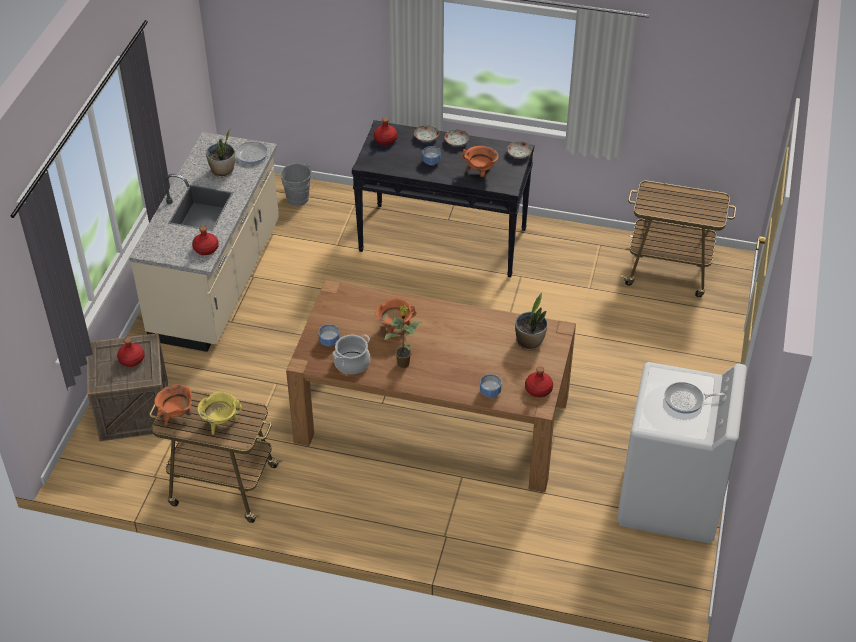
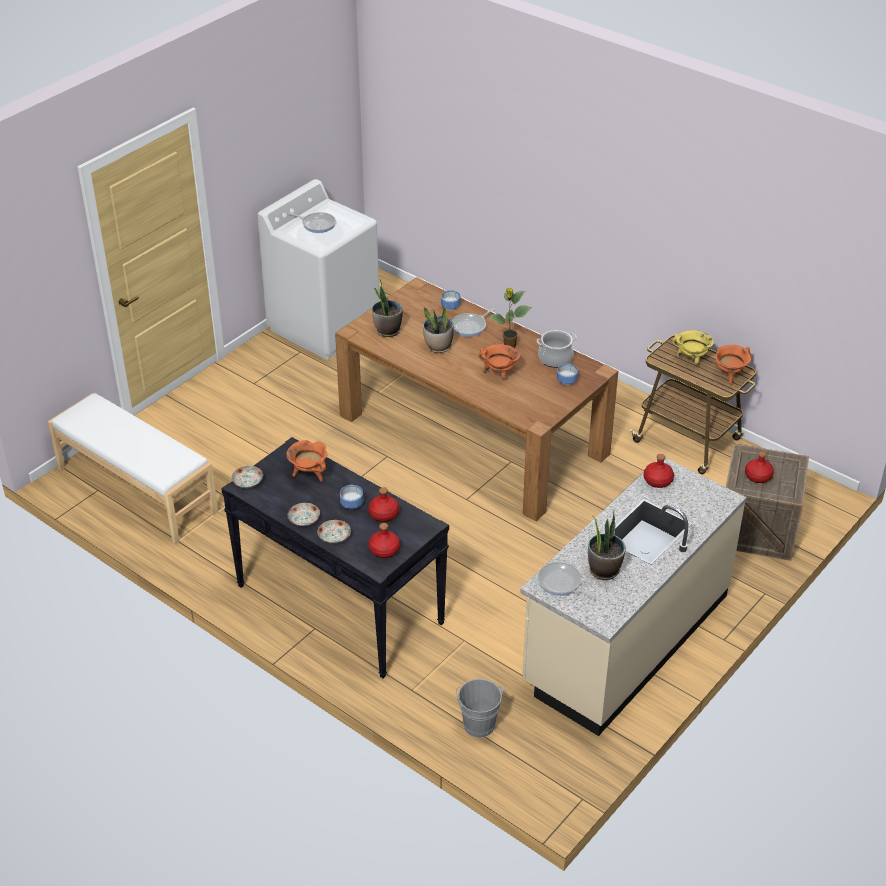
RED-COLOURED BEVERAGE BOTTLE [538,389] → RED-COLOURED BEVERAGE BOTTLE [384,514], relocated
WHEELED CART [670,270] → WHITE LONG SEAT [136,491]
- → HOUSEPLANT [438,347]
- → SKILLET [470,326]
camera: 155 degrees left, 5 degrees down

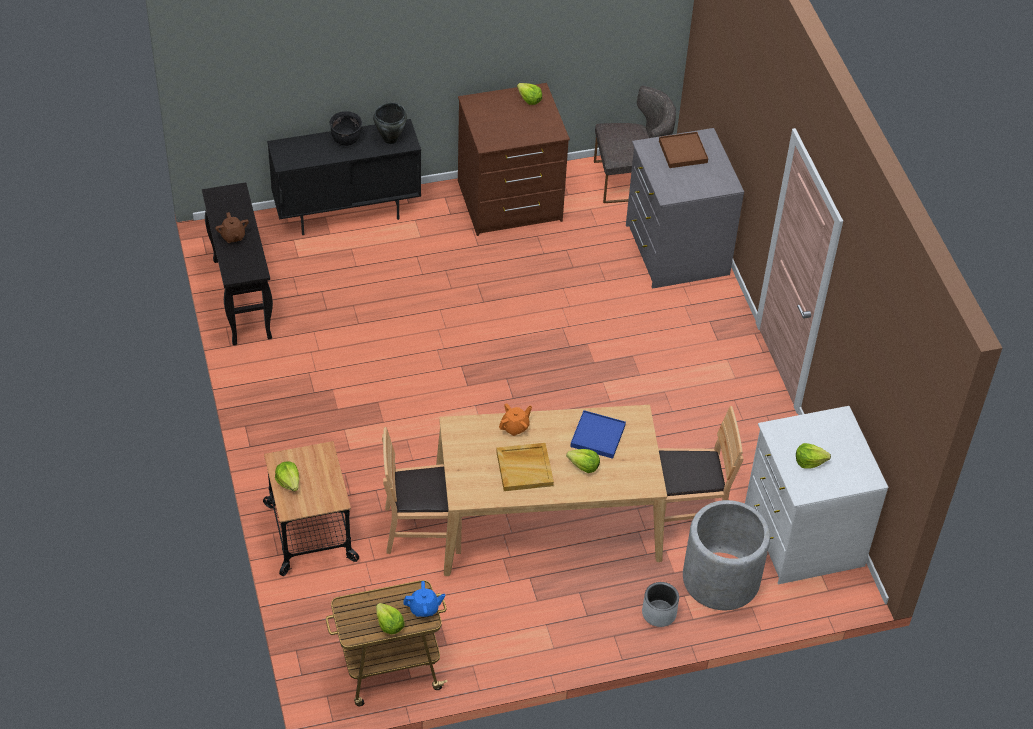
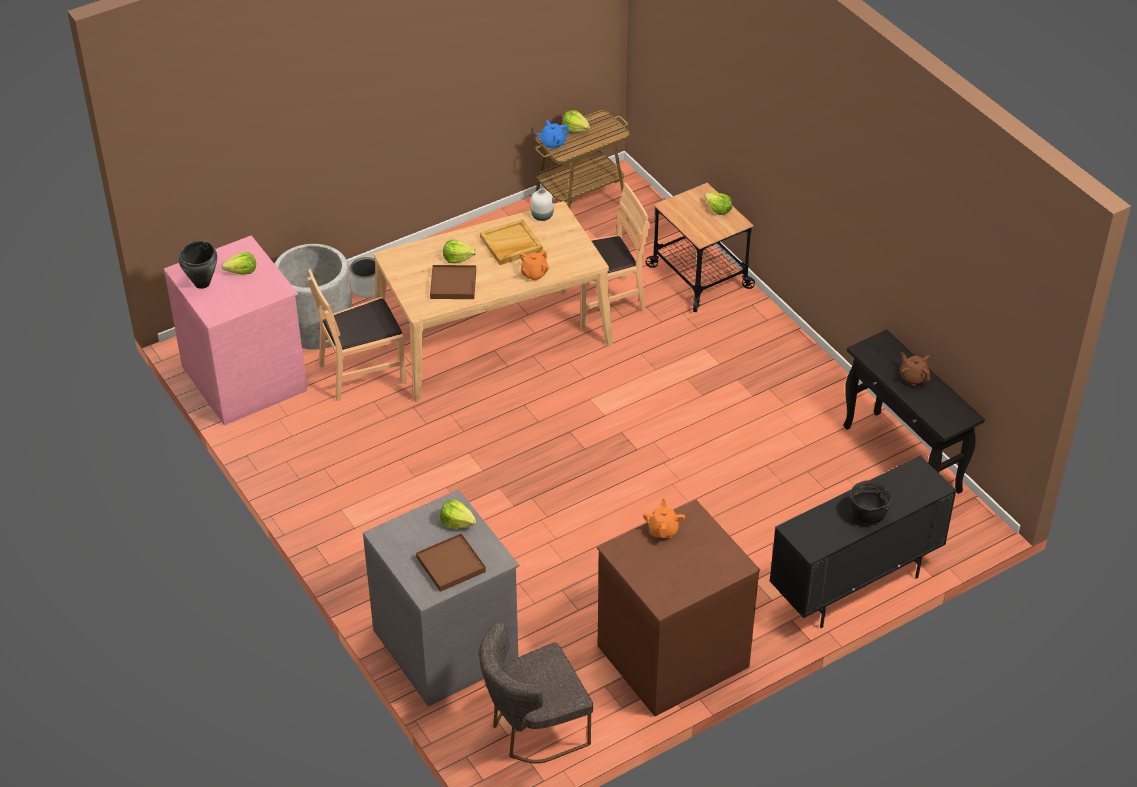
BLACK-COLOURED COOKING POT [390,139] → BLACK-COLOURED COOKING POT [202,283], relocated
LETTUCE HEAD [529,99] → LETTUCE HEAD [457,521], relocated
BLUE-COLOURED TRAY [598,436] → BROWNISH TRAY [453,284]
WHITE DRESSER [802,535] → PINK-COLOURED DRESSER [246,377]
- → WHITE DECORATIVE VASE [542,215]
- → ORANGE TEA POT [663,530]
camera: 165 degrees right, 5 degrees down

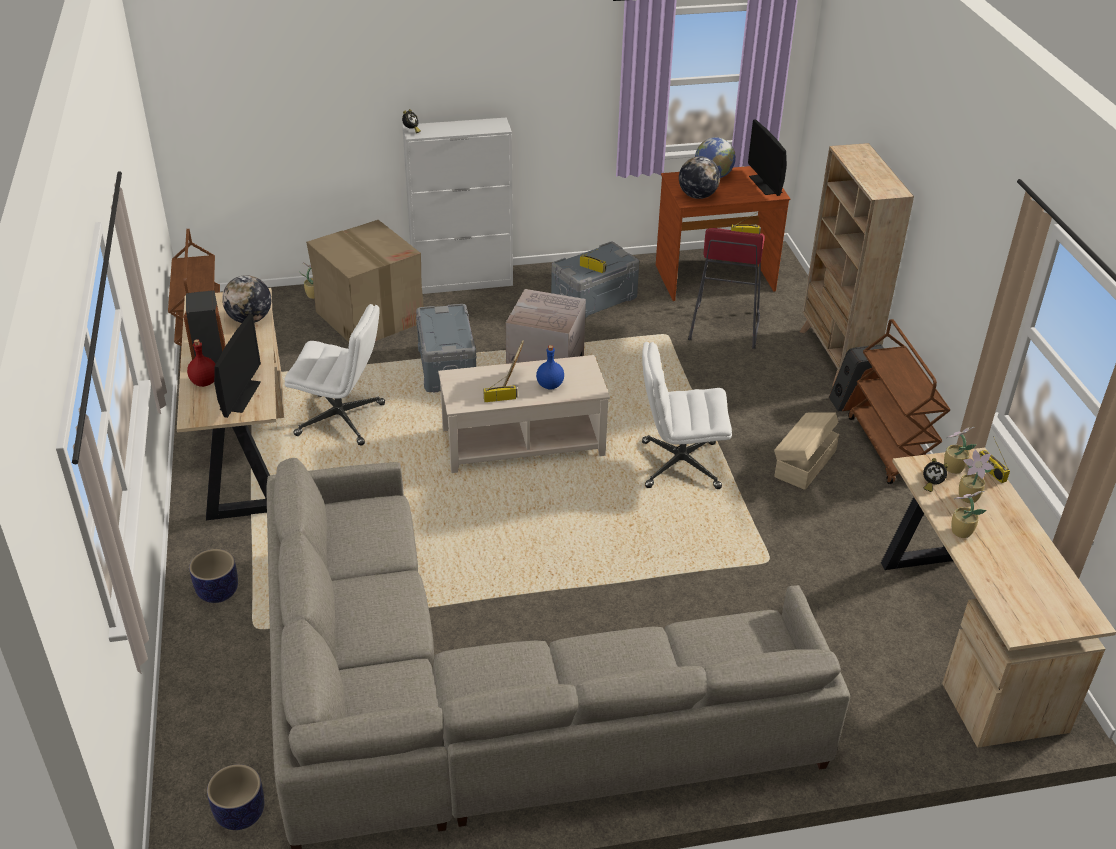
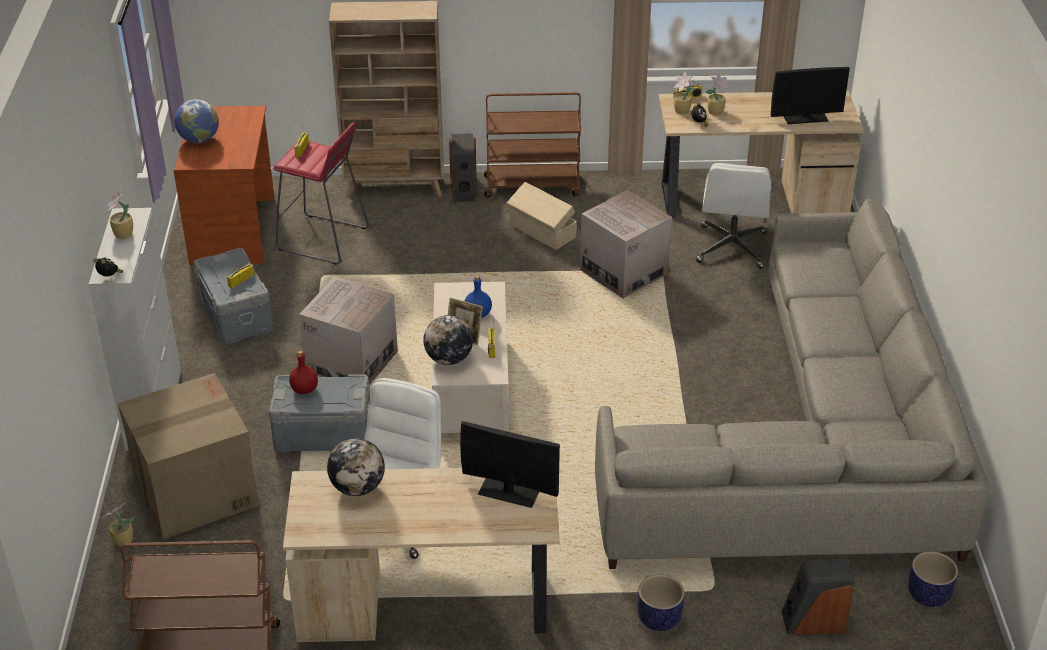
LOUDSPEAKER [210,352] → LOUDSPEAKER [813,621], relocated
RED-COLOURED BEVERAGE BOTTLE [204,382] → RED-COLOURED BEVERAGE BOTTLE [304,390], relocated
WHITE OFFICE CHAIR [679,465] → WHITE OFFICE CHAIR [731,248], relocated
WORLD GLOBE [697,196] → WORLD GLOBE [449,359], relocated
COMPUTER SCREEN [765,184] → COMPUTER SCREEN [805,118], relocated
HOUSEPLANT [960,532] → HOUSEPLANT [123,235], relocated
- → CARDBOARD BOX [623,272]
camera: 80 degrees left, 0 degrees up

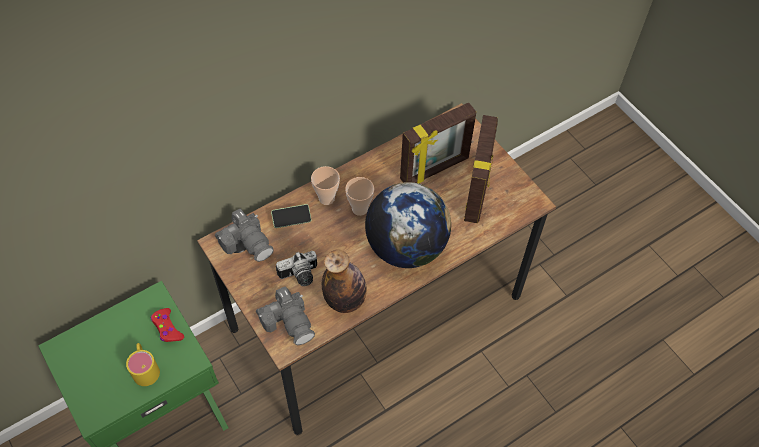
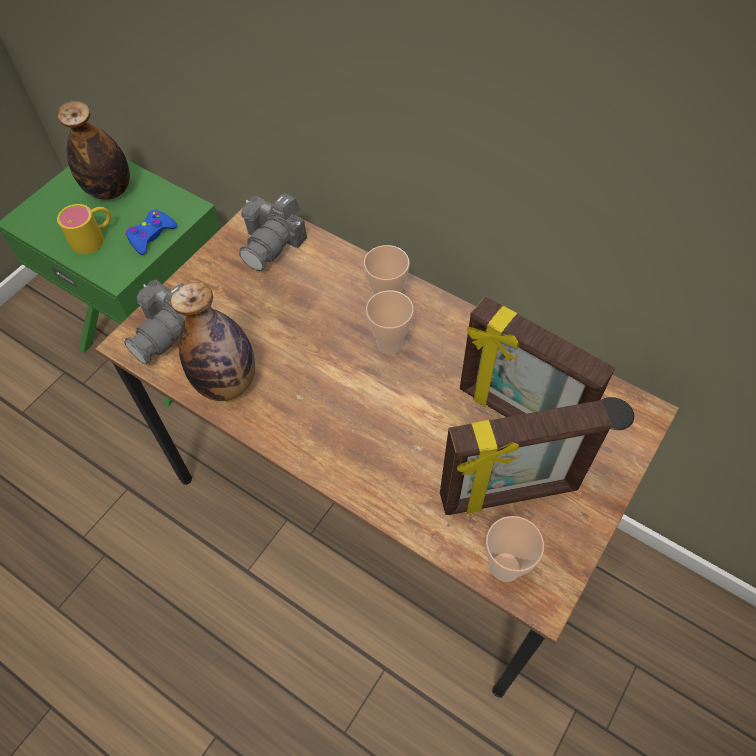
RED-COLOURED GAME CONTROLLER [167,328] → BLUE-COLOURED GAME CONTROLLER [151,236]
PHONE [291,219] → -
STILL CAMERA [300,276] → -
WORLD GLOBE [406,246] → -
- → BEVERAGE BOTTLE [110,190]
- → CUP [505,566]
camera: 70 degrees right, 0 degrees up

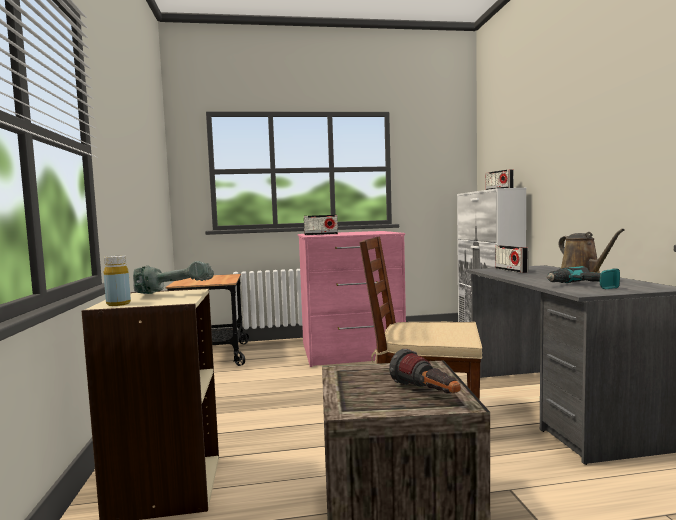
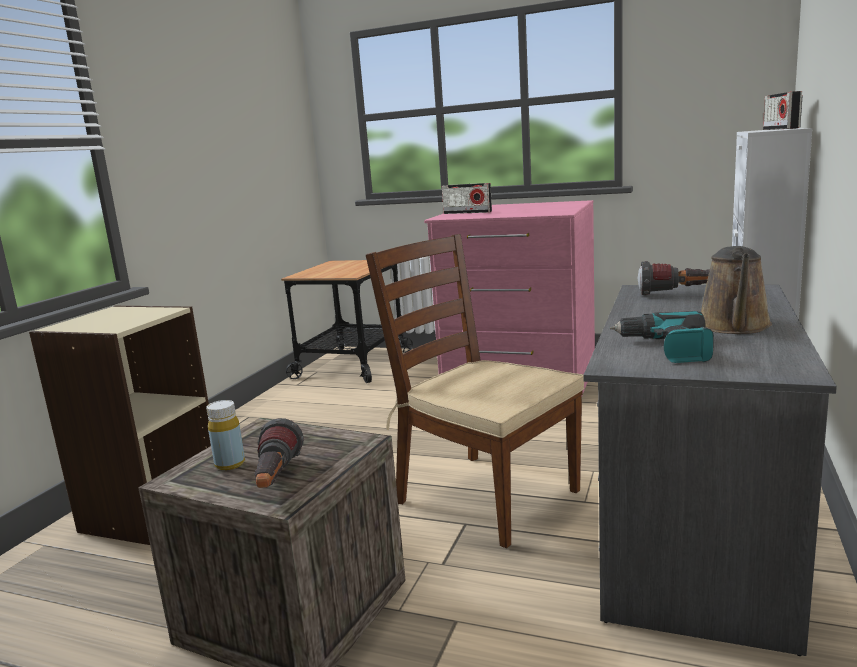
YELLOW-COLOURED BEVERAGE BOTTLE [118,304] → YELLOW-COLOURED BEVERAGE BOTTLE [230,464], relocated
POWER DRILL [177,293] → -
RADIO [511,270] → HAND TORCH [677,294]
camera: 30 degrees right, 10 degrees up

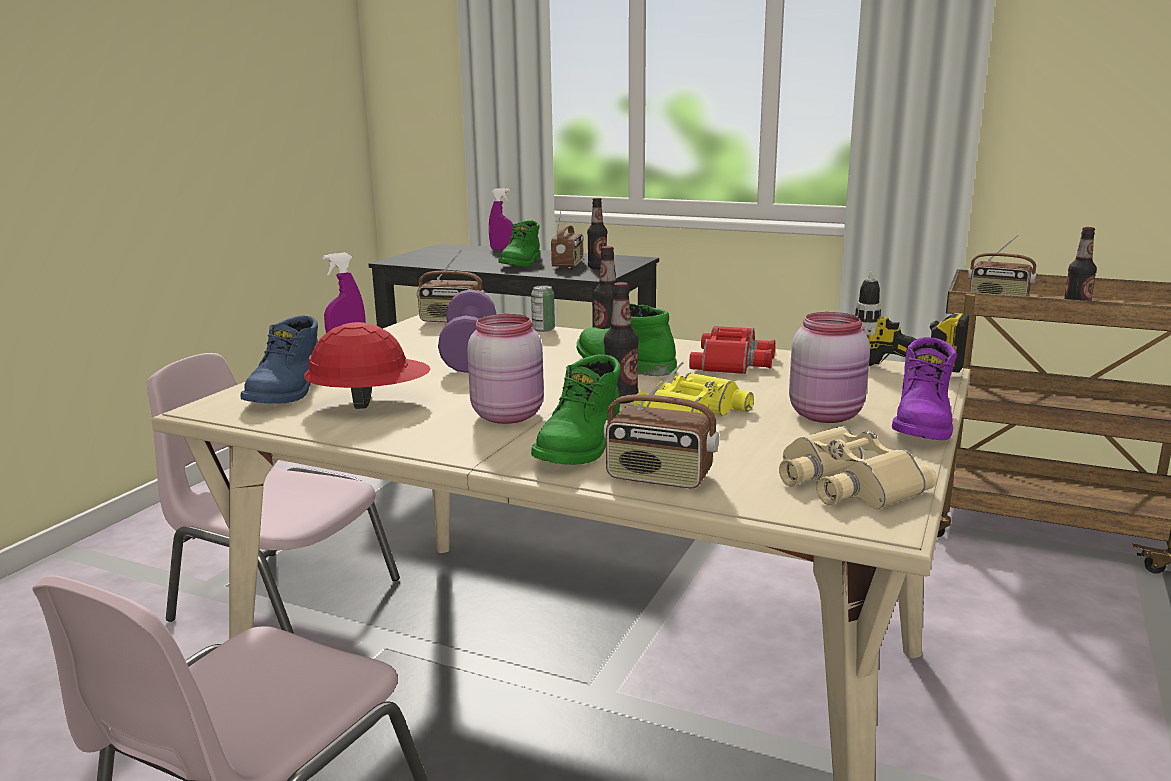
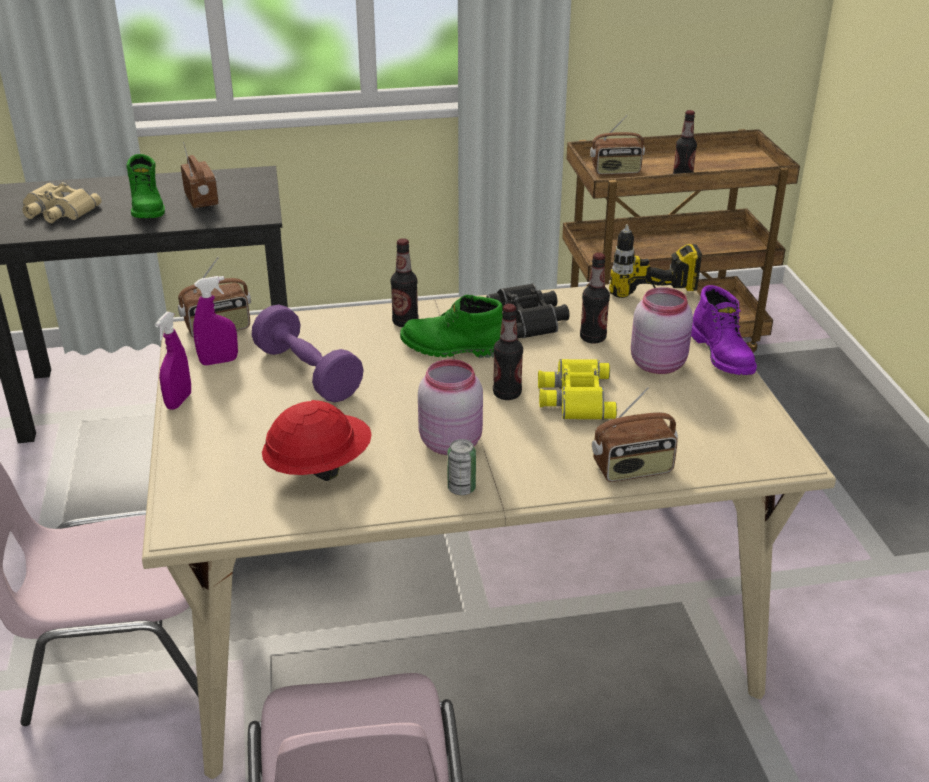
BLUE-COLOURED BOOT [288,392] → -
PURPLE SPRAYER [502,249] → PURPLE SPRAYER [219,361], relocated
SEALED CAN [543,329] → SEALED CAN [461,488], relocated
GREEN BOOT [582,447] → -
BEVERAGE BOTTLE [597,267] → BEVERAGE BOTTLE [592,338], relocated
RED-COLOURED BINOCULARS [734,361] → BLACK-COLOURED BINOCULARS [530,318]
BEIGE BINOCULARS [844,483] → BEIGE BINOCULARS [57,211], relocated
camera: 35 degrees left, 15 degrees up

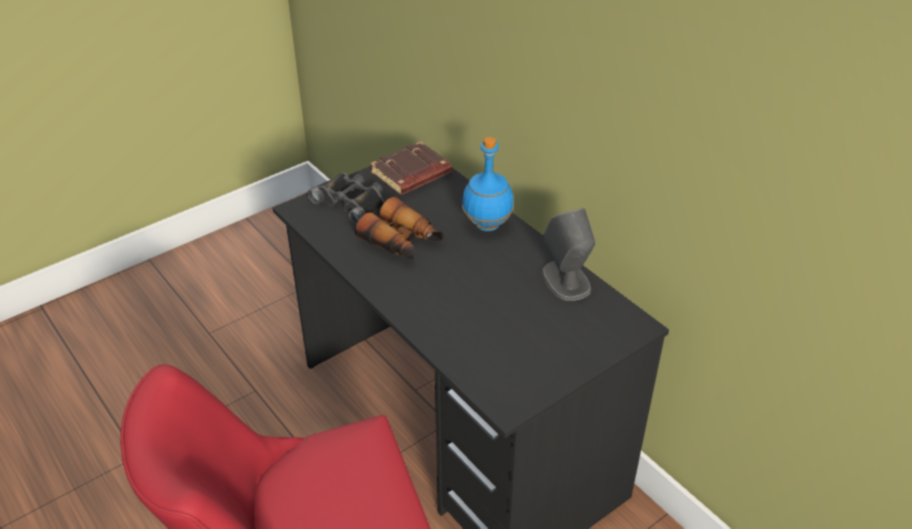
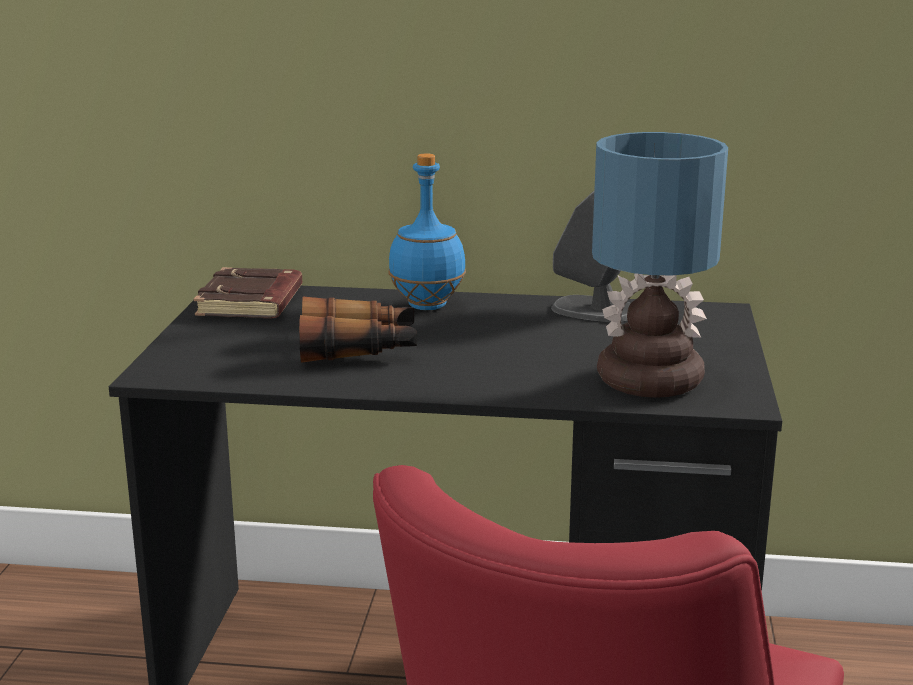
BLACK-COLOURED BINOCULARS [351,202] → -
- → TABLETOP LAMP [646,382]
camera: 45 degrees left, 20 degrees down

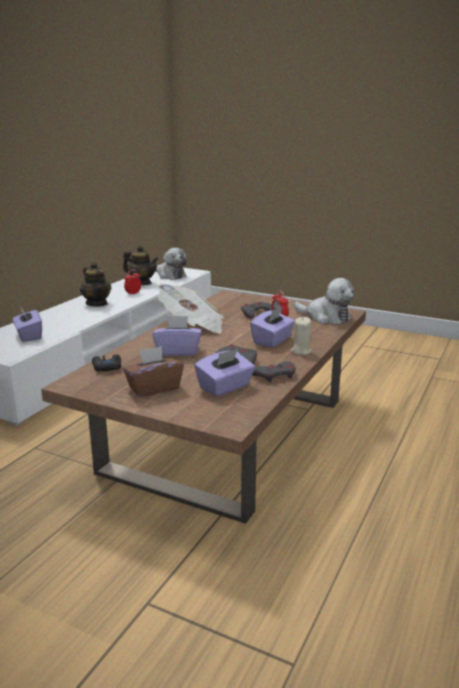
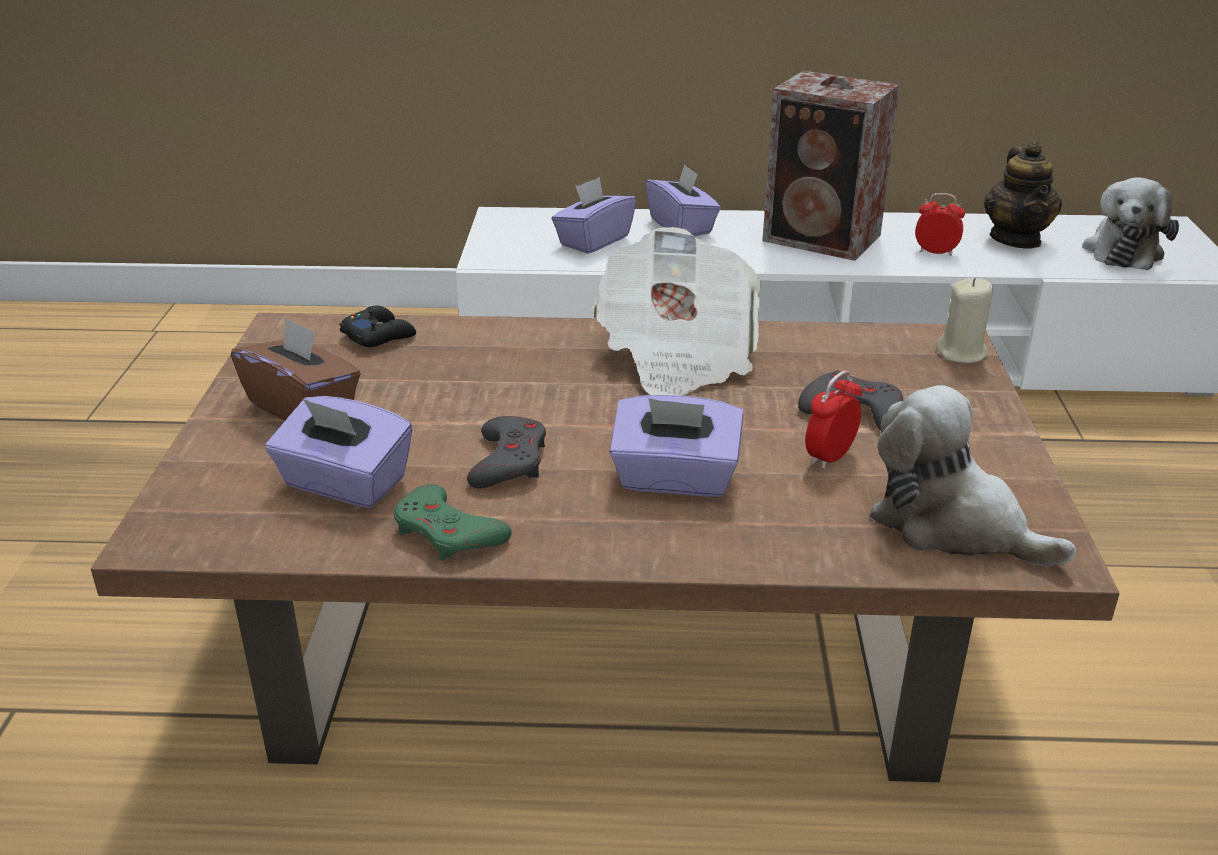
TEA POT [97,304] → LOUDSPEAKER [824,239]
PURPLE TISSUE BOX [178,351] → PURPLE TISSUE BOX [682,226], relocated
GREYISH GAME CONTROLLER [274,375] → GREEN GAME CONTROLLER [448,533]
BEIGE WAX CANDLE [301,351] → BEIGE WAX CANDLE [962,353], relocated
CUDDLY TOY [326,317] → CUDDLY TOY [952,525], 120 degrees clockwise
camera: 65 degrees right, 10 degrees up

